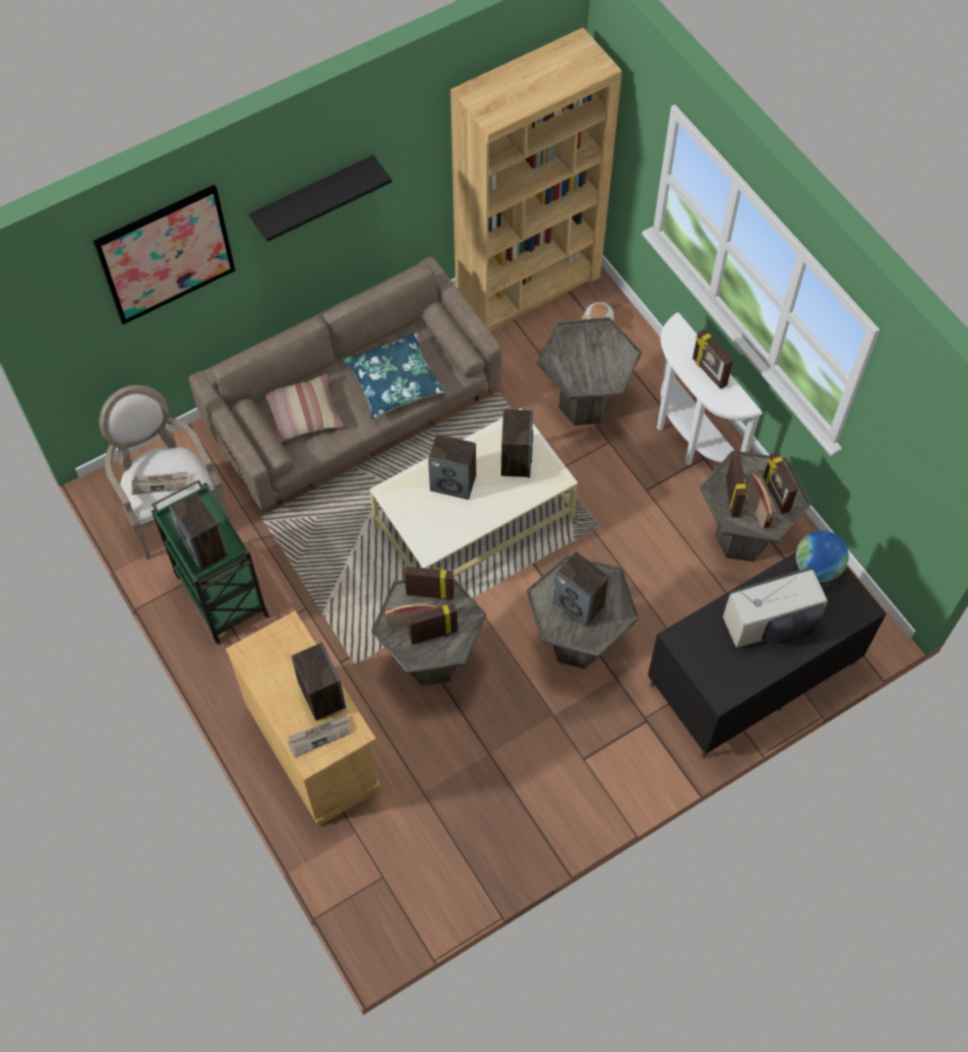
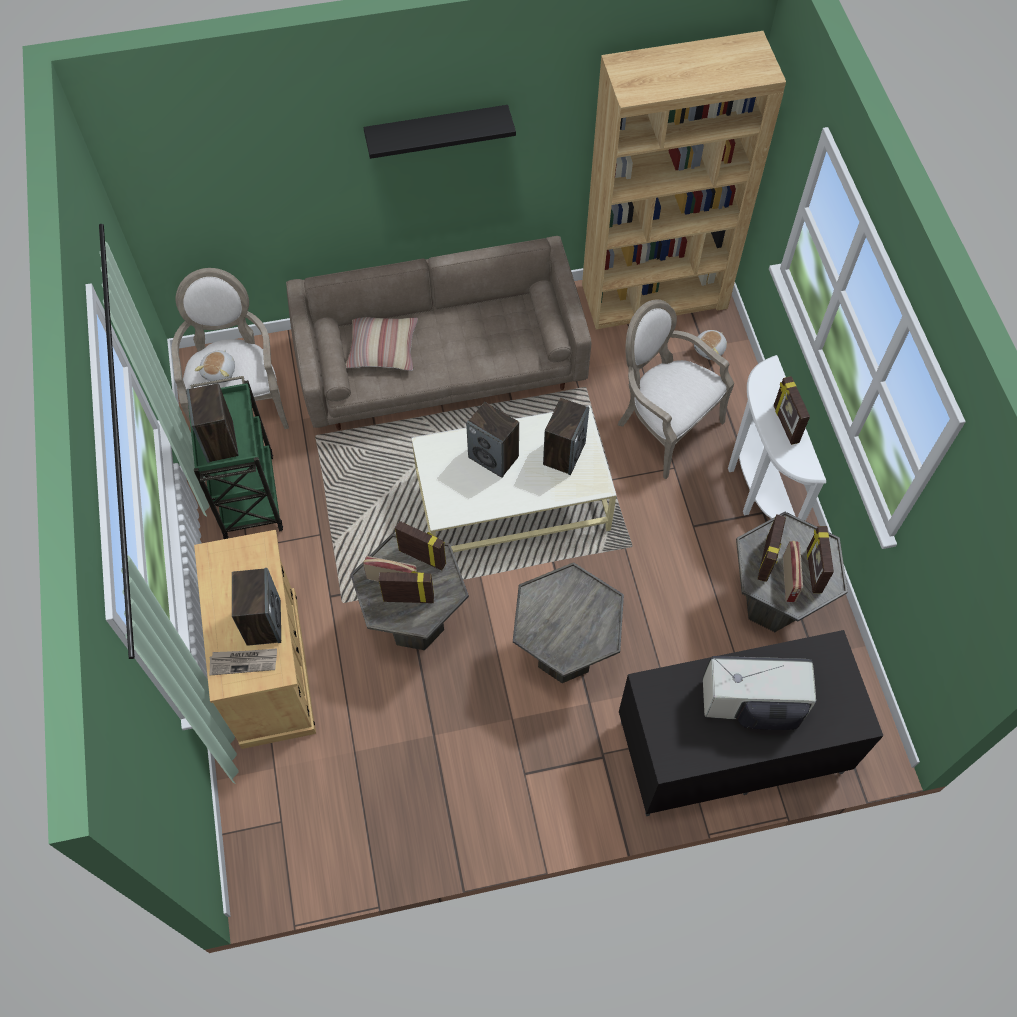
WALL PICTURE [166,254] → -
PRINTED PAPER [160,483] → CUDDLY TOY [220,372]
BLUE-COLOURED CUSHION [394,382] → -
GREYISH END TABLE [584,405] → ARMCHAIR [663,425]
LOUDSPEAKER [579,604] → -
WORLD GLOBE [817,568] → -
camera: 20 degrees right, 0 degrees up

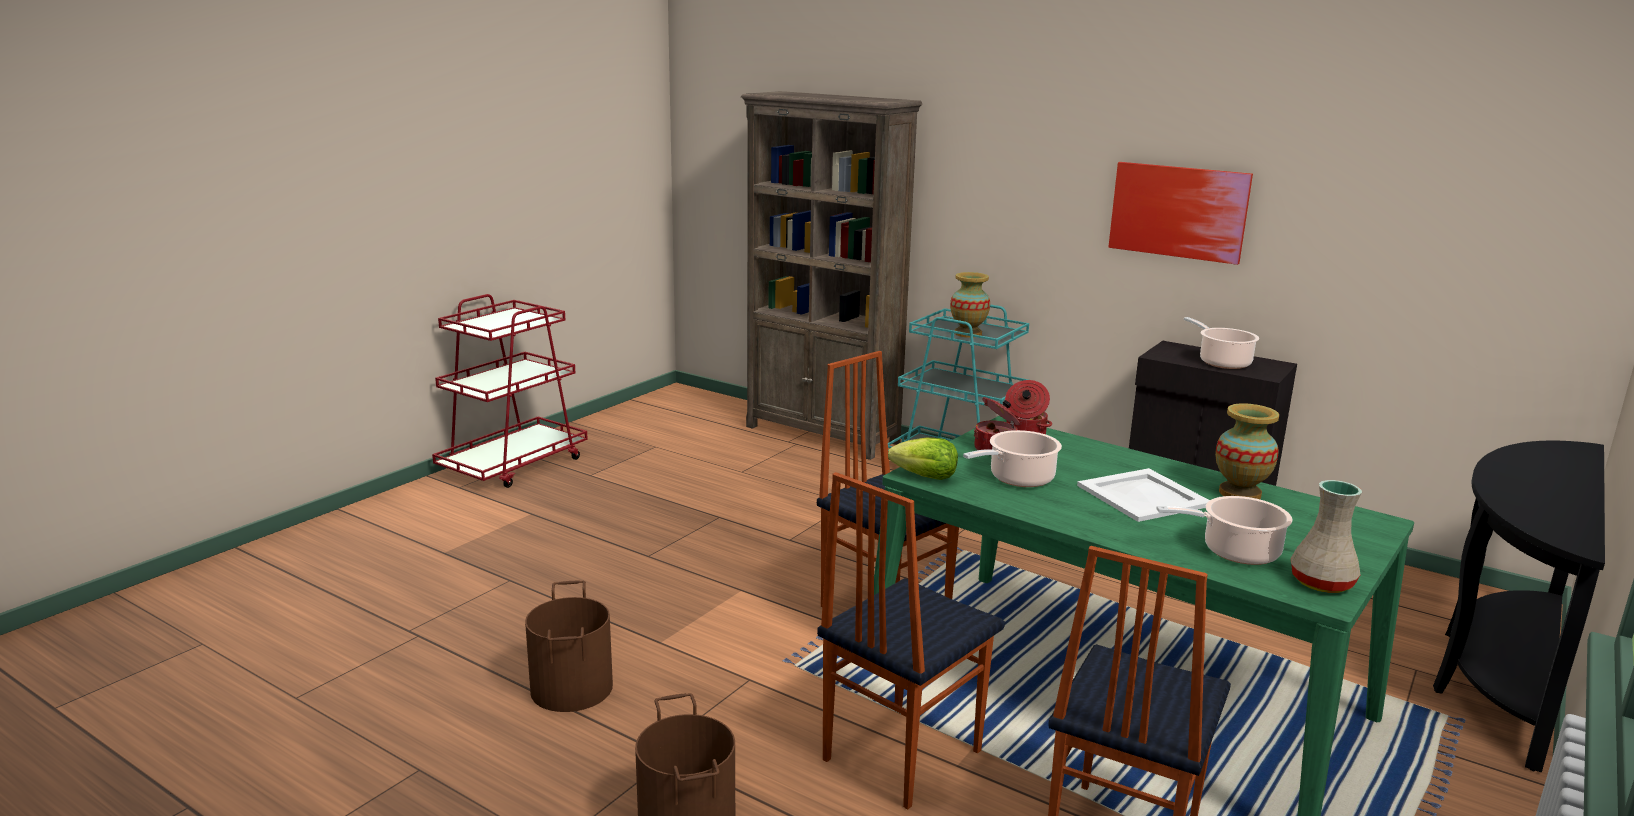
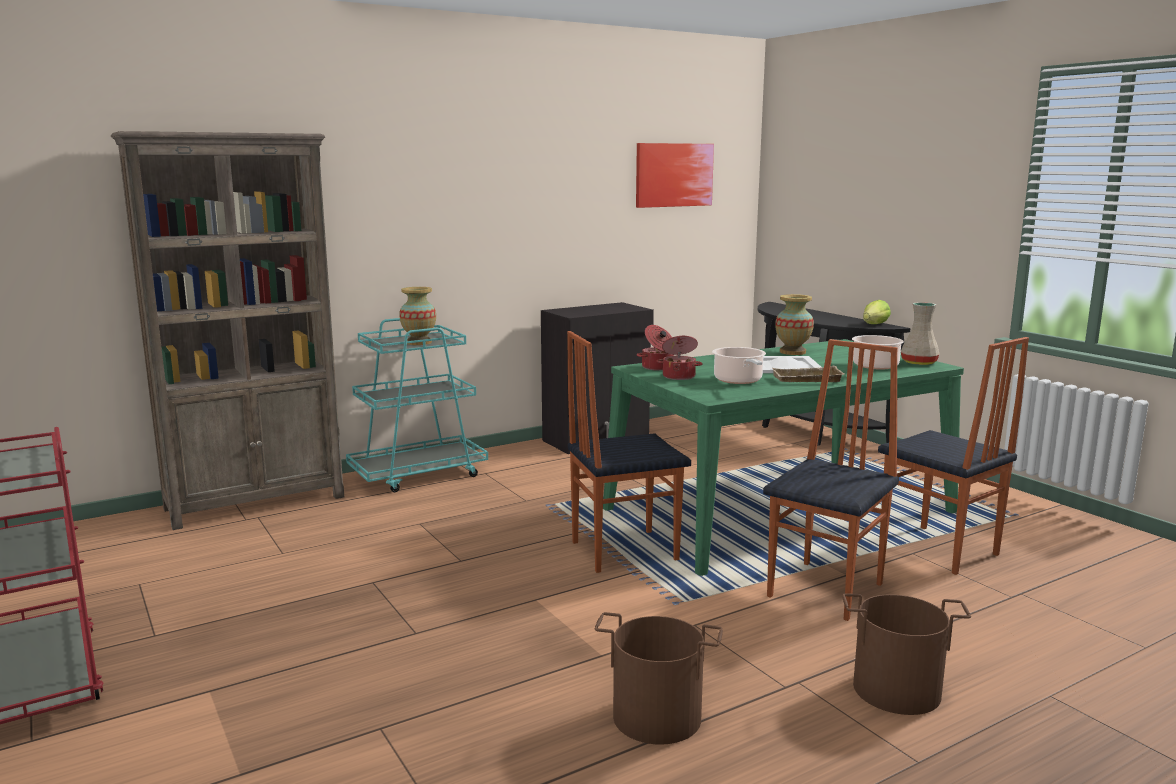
PLAIN CHAIR [899,755] → PLAIN CHAIR [827,590], 120 degrees counterclockwise
LETTUCE HEAD [925,477] → LETTUCE HEAD [874,325], relocated
WALL PICTURE [1178,211] → WALL PICTURE [674,175], relocated
COOKING POT [1222,362] → -
- → BEIGE TRAY [806,380]
camera: 65 degrees left, 5 degrees down

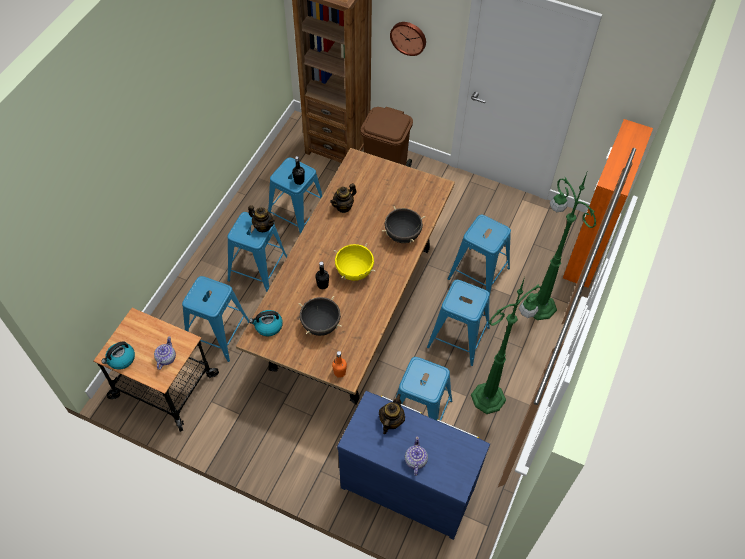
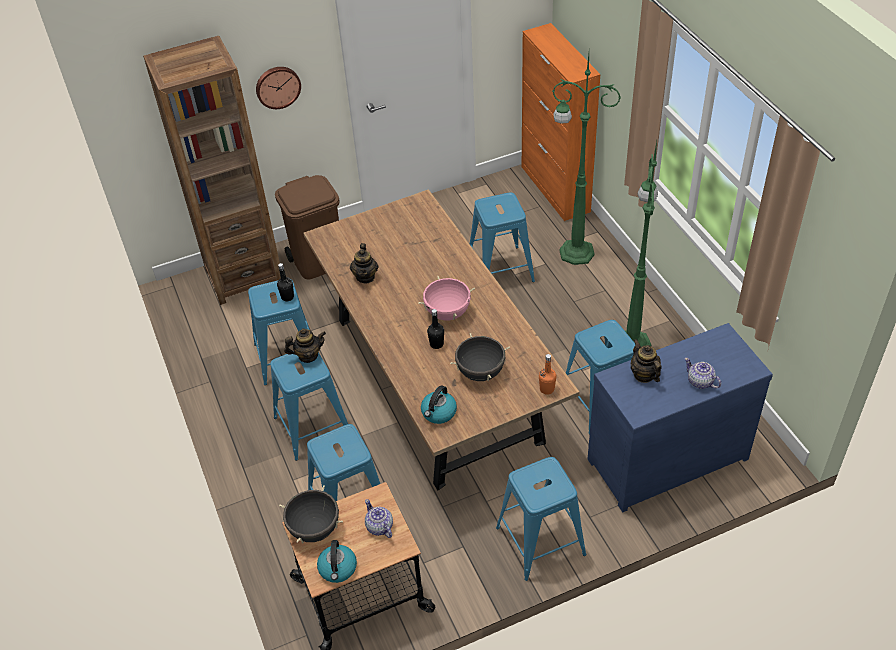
YELLOW-COLOURED COOKING POT [354,272] → PINK-COLOURED COOKING POT [448,313]
BLACK-COLOURED COOKING POT [403,235] → BLACK-COLOURED COOKING POT [314,529], relocated
BLUE-COLOURED SITTING STOOL [458,337] → BLUE-COLOURED SITTING STOOL [540,540], relocated
camera: 45 degrees left, 10 degrees down

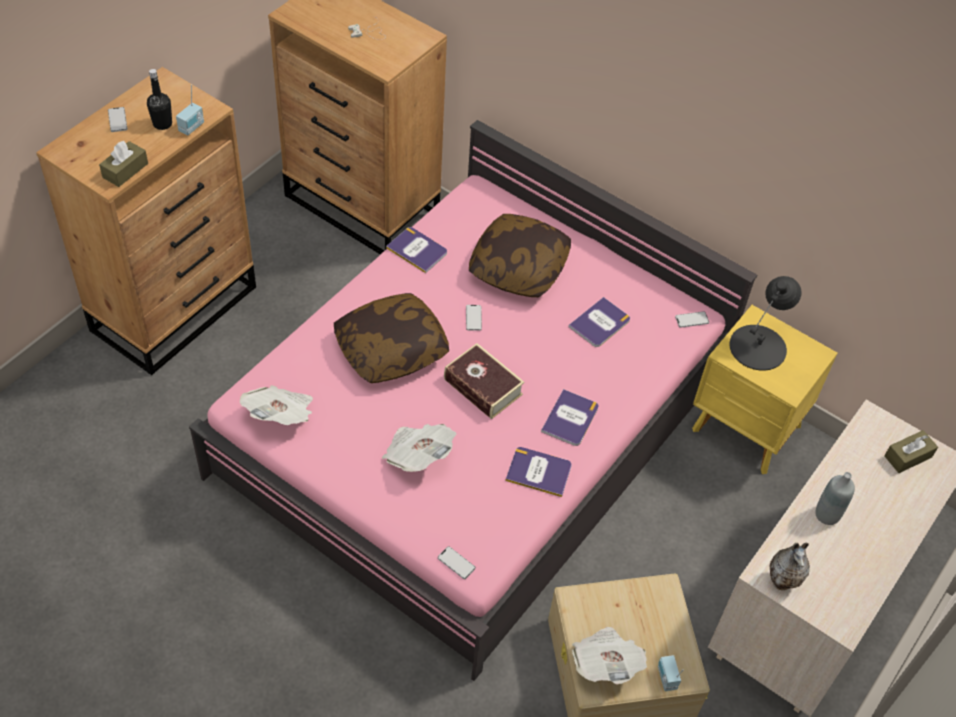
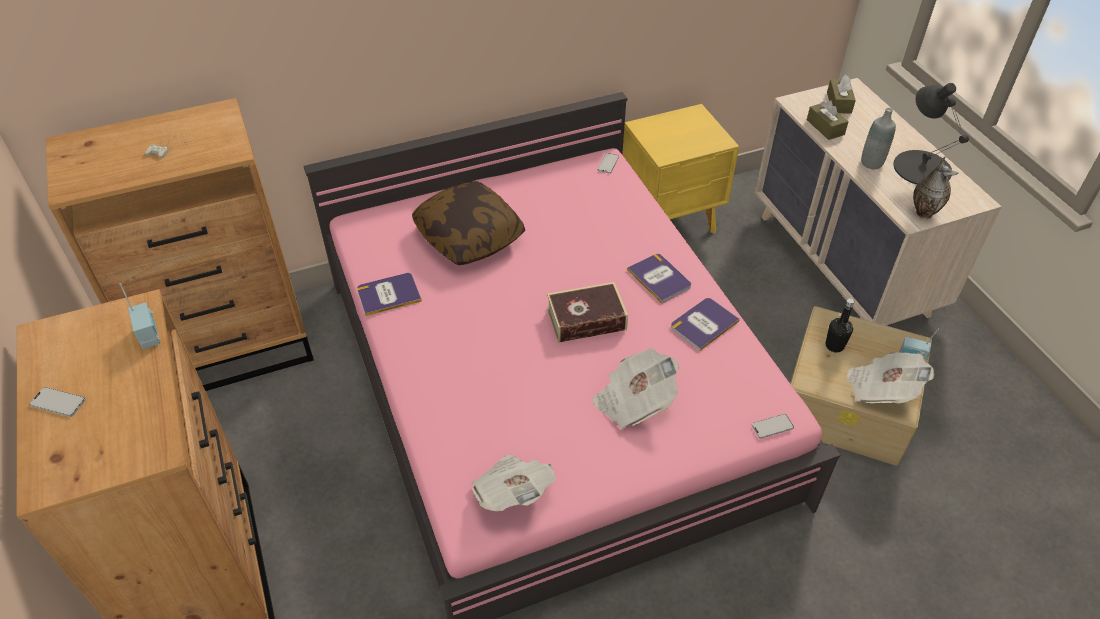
BROWNISH TISSUE BOX [125,170] → BROWNISH TISSUE BOX [825,127], relocated
BLACK-COLOURED BEVERAGE BOTTLE [162,124] → BLACK-COLOURED BEVERAGE BOTTLE [834,346], relocated
CUSHION [391,349] → -
PHONE [473,318] → -
VOLUME [600,323] → -
BLACK-COLOURED TABLETOP LAMP [758,347] → BLACK-COLOURED TABLETOP LAMP [922,167], relocated
camera: 55 degrees left, 5 degrees down

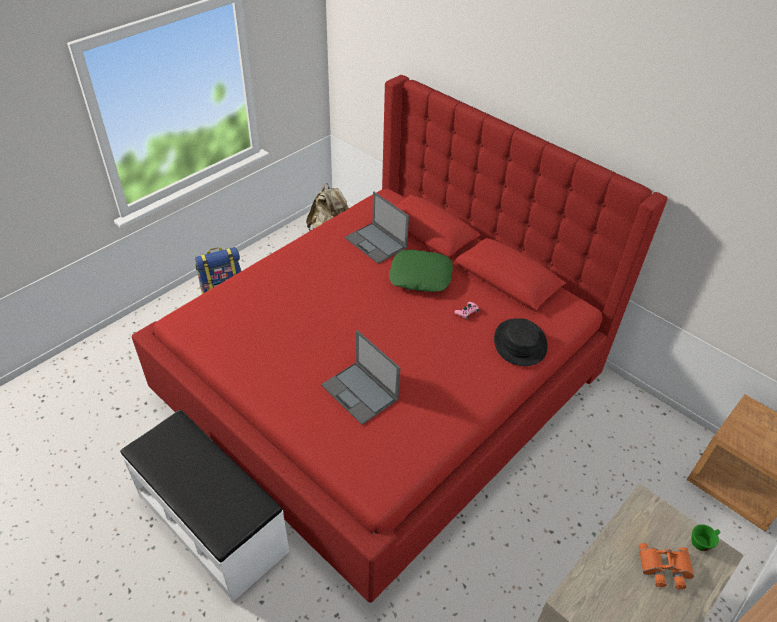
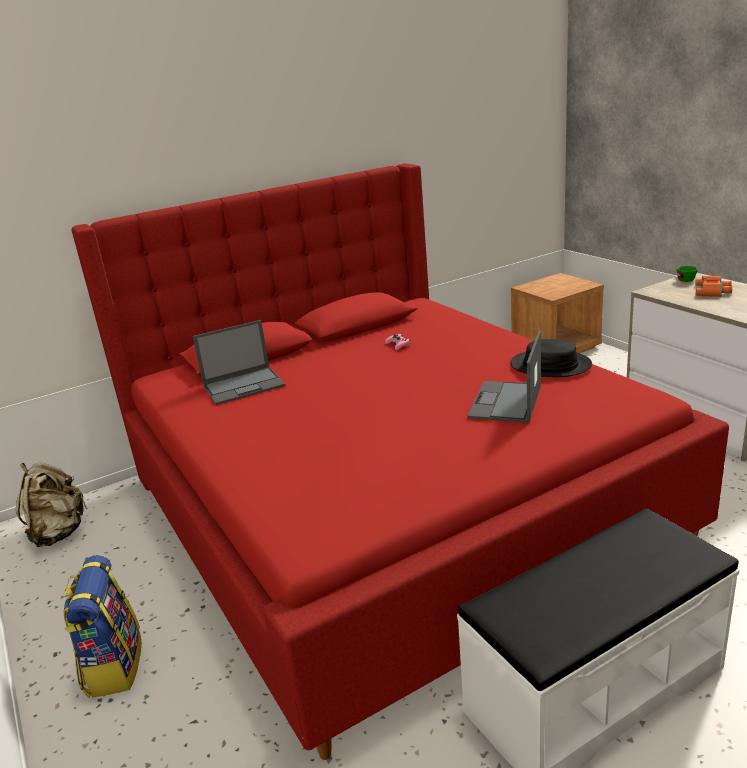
NOTEBOOK COMPUTER [360,393] → NOTEBOOK COMPUTER [505,402], 135 degrees clockwise
GREEN CUSHION [420,277] → -
BLACK-COLOURED WEARABLE HAT [520,343] → BLACK-COLOURED WEARABLE HAT [550,365], relocated
camera: 70 degrees left, 20 degrees down

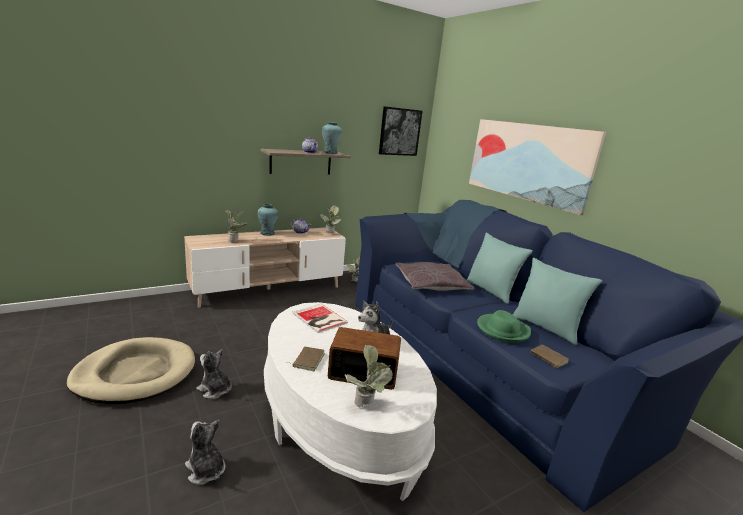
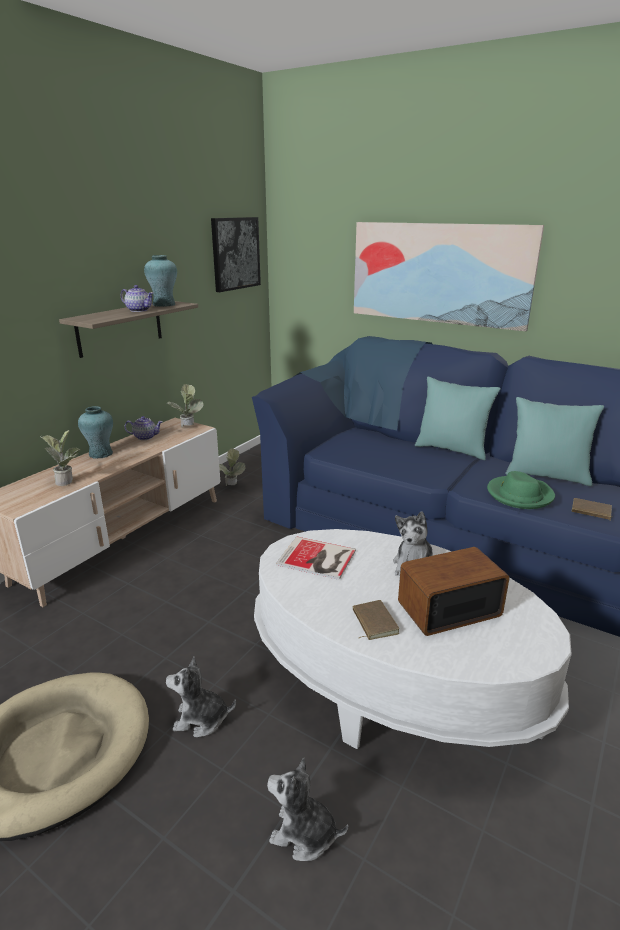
HOUSEPLANT [367,406] → -
GREYISH CUSHION [431,284] → -
camera: 25 degrees left, 5 degrees up

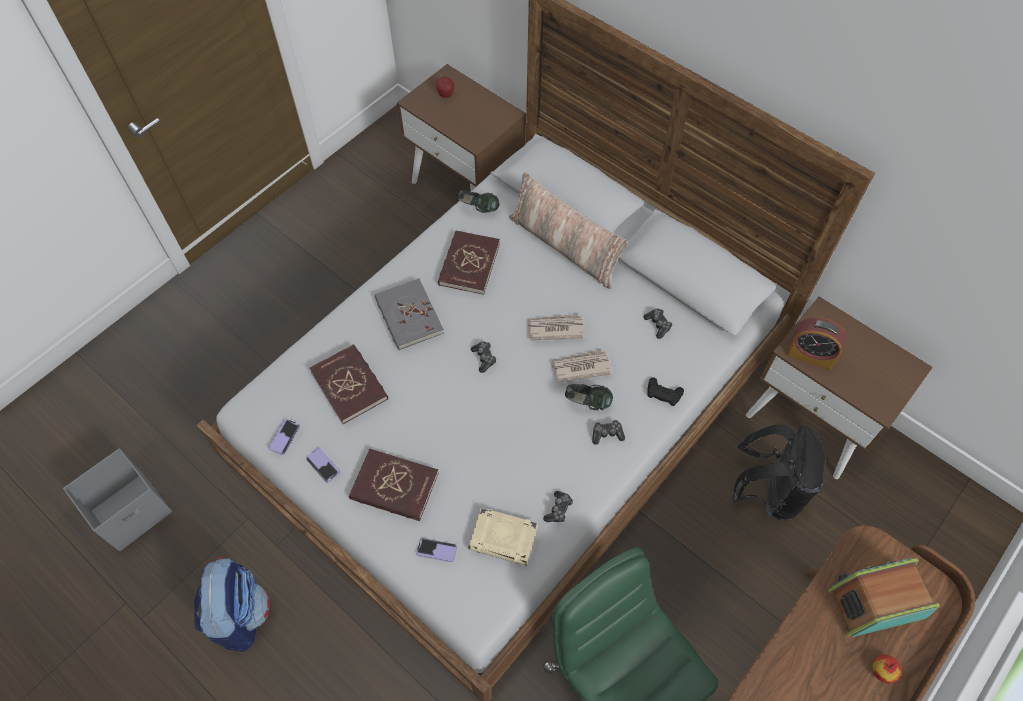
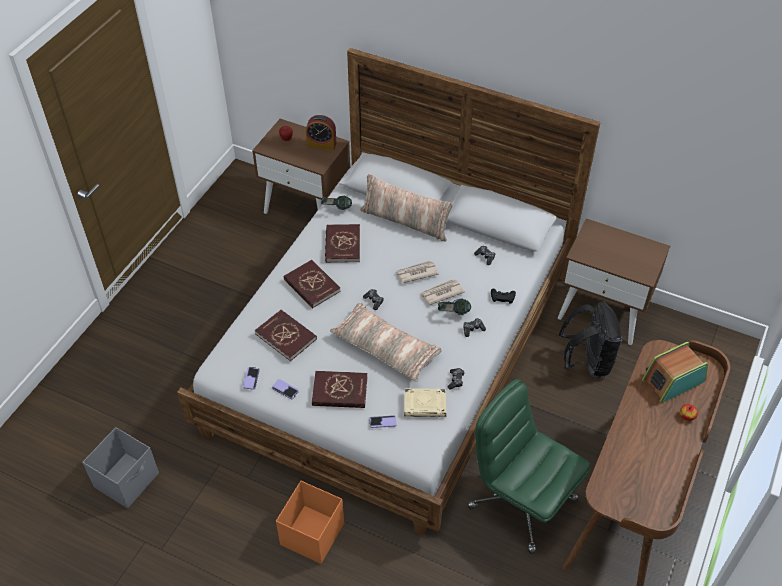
RUCKSACK [240,614] → -
GREYISH VOLUME [408,316] → RED-COLOURED VOLUME [311,286]
TABLE CLOCK [810,355] → TABLE CLOCK [321,144], relocated
- → ORANGE STORAGE BIN [311,535]
- → CUSHION [386,348]
camera: 15 degrees left, 10 degrees down

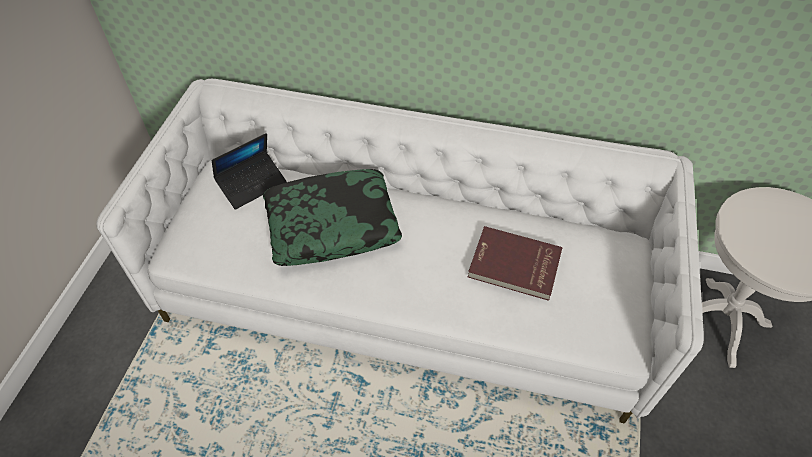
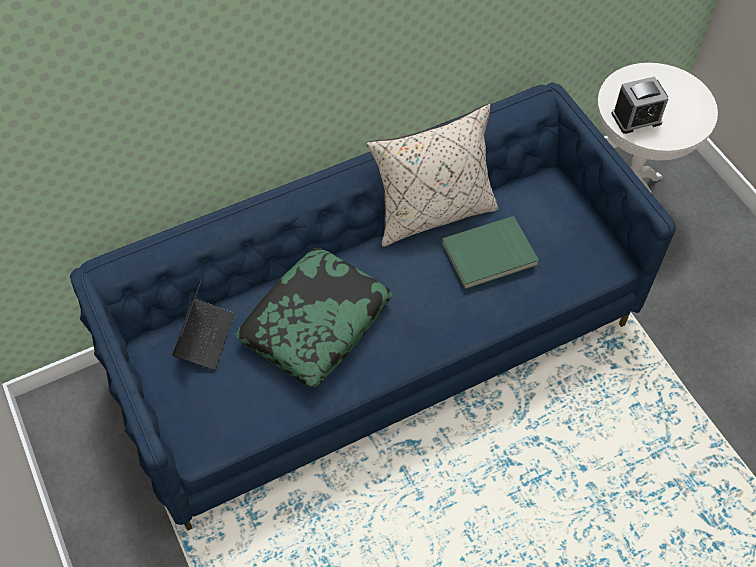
WHITE SOFA [406,293] → BLUE-COLOURED SOFA [378,345]
RED-COLOURED VOLUME [514,266] → GREEN VOLUME [489,255]
- → BEIGE CUSHION [432,213]
- → TABLE CLOCK [636,118]
camera: 40 degrees left, 5 degrees up

